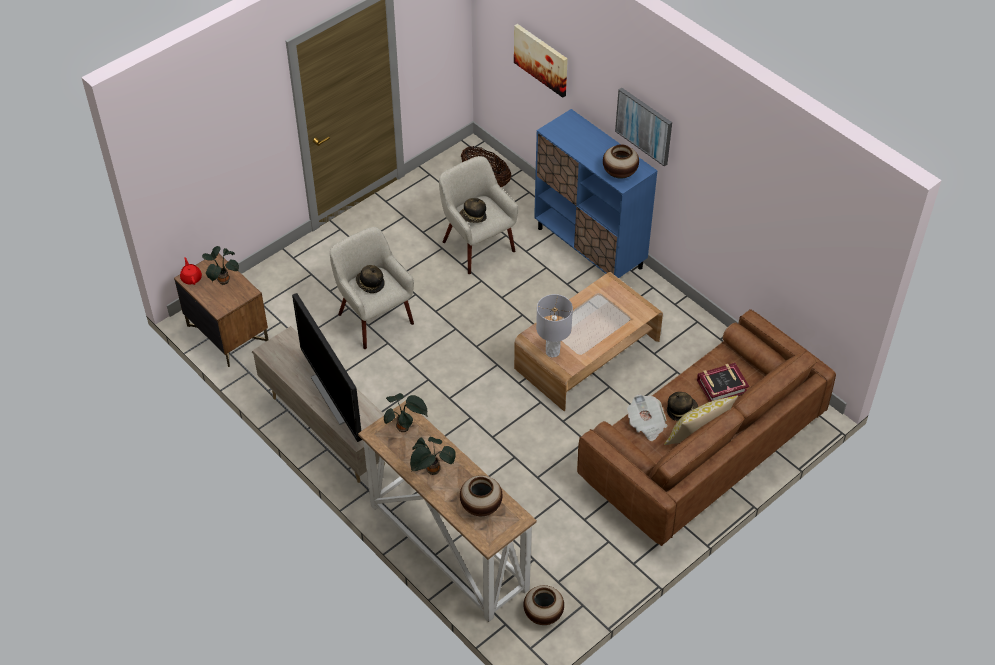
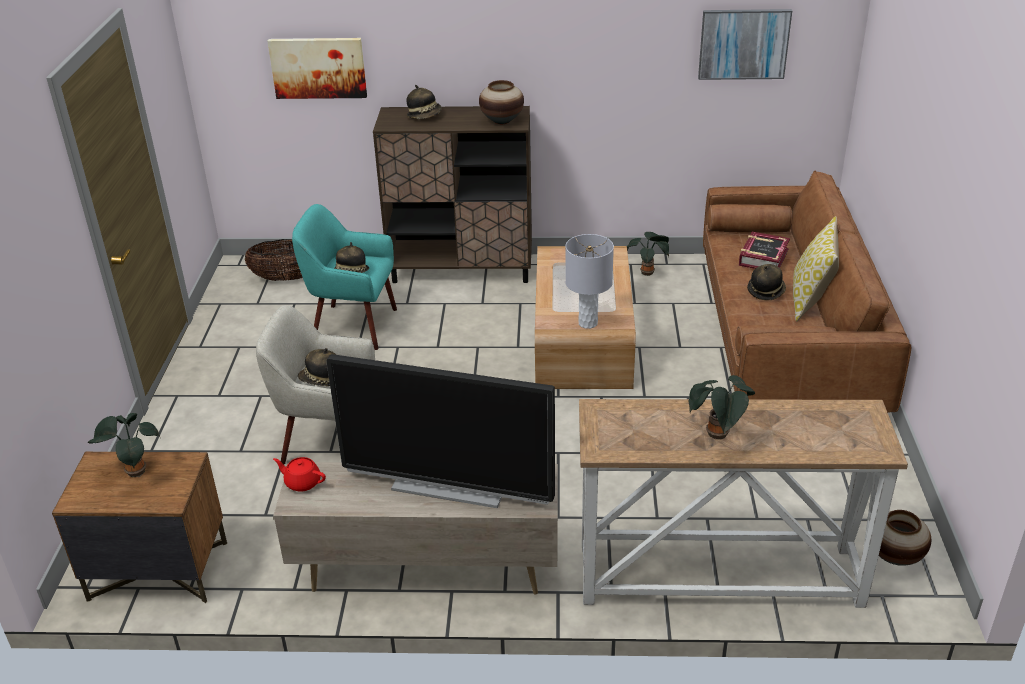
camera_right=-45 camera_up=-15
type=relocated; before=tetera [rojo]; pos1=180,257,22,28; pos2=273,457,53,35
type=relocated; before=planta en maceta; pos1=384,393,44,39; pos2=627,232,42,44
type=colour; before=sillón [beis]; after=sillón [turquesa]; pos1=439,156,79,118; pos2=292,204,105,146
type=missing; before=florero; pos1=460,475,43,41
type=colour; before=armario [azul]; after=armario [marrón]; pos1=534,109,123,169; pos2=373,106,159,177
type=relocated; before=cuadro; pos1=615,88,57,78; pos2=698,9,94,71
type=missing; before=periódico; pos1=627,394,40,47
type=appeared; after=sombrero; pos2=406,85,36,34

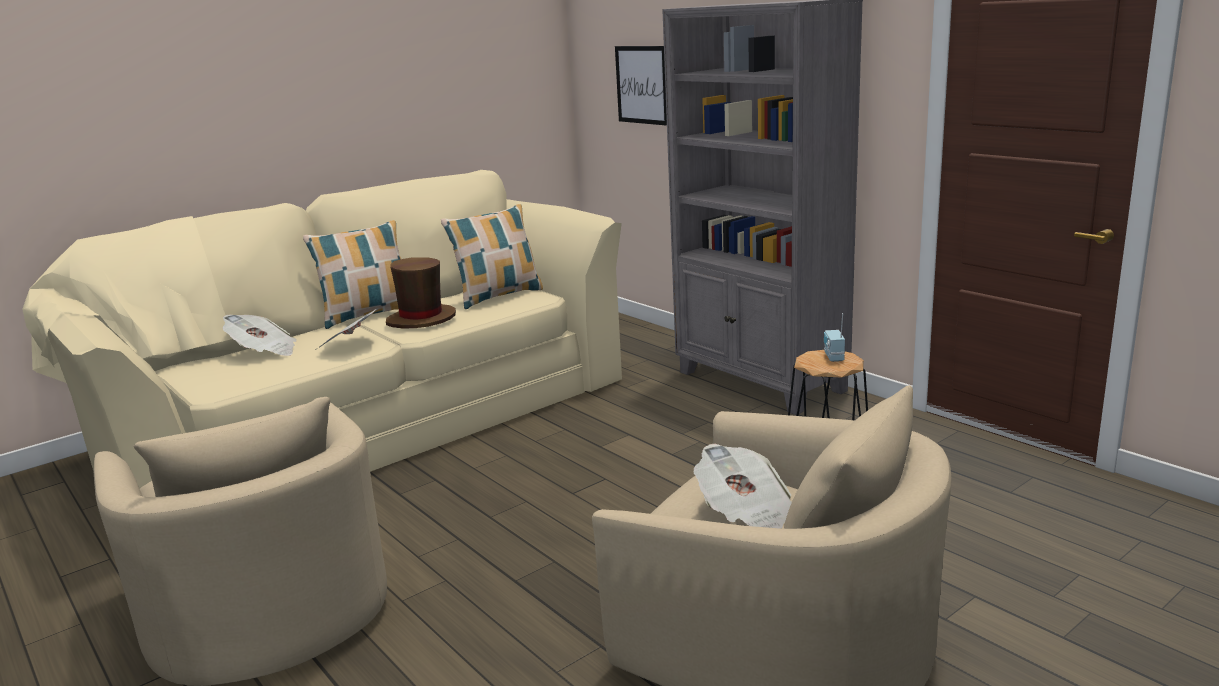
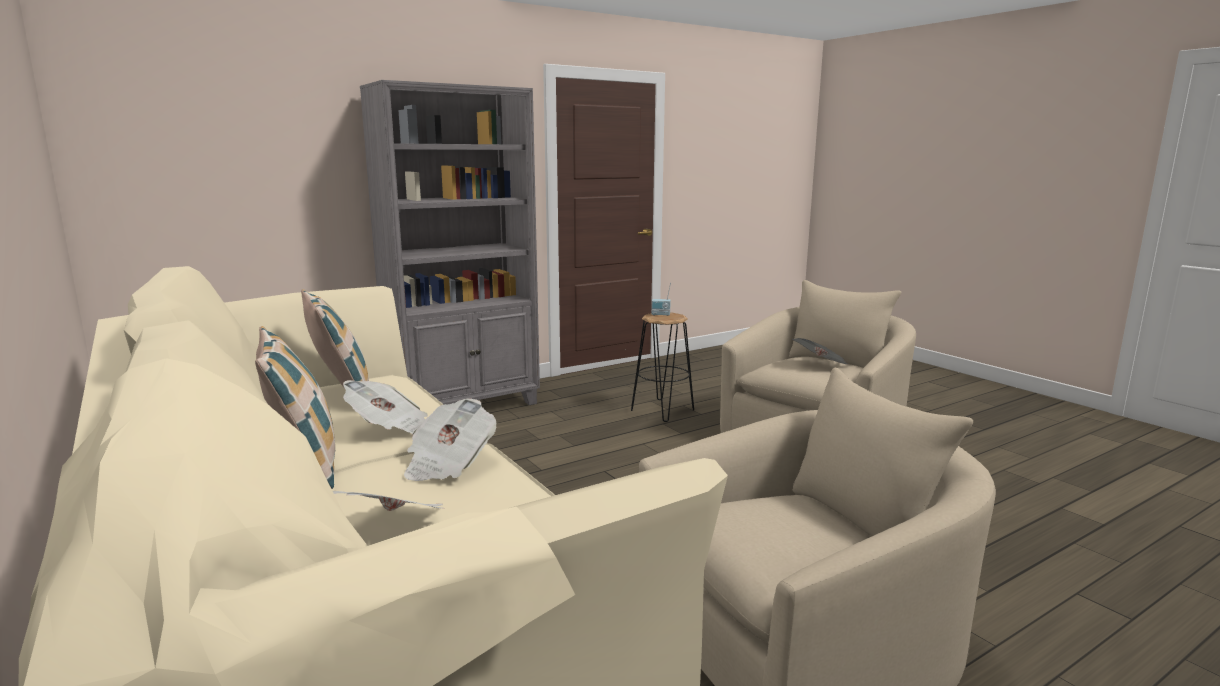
camera_right=-85 camera_up=-5
type=exchanged; before=sombrero [marrón]; after=periódico; pos1=386,257,70,71; pos2=343,380,84,54
type=missing; before=cuadro; pos1=615,46,52,80

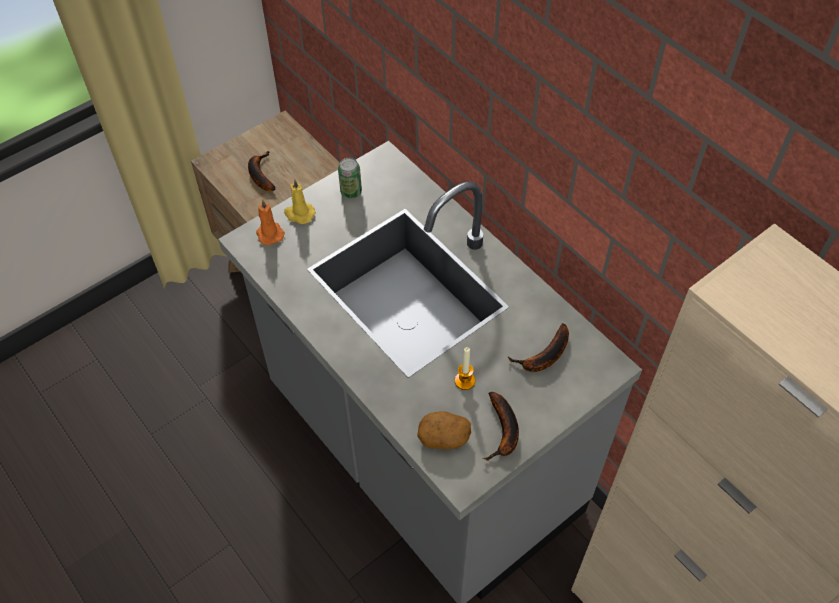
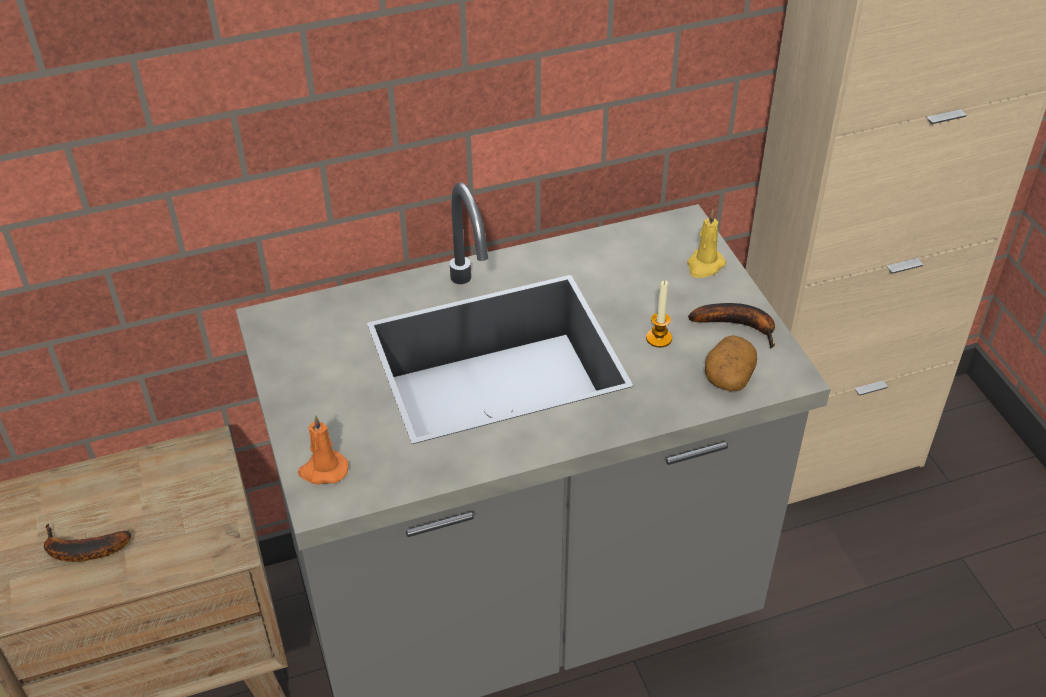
camera_right=-70 camera_up=-10
type=relocated; before=vela [amarillo]; pos1=284,179,32,45; pos2=687,210,39,68
type=missing; before=lata; pos1=338,158,24,41
type=missing; before=plátano; pos1=507,323,62,49

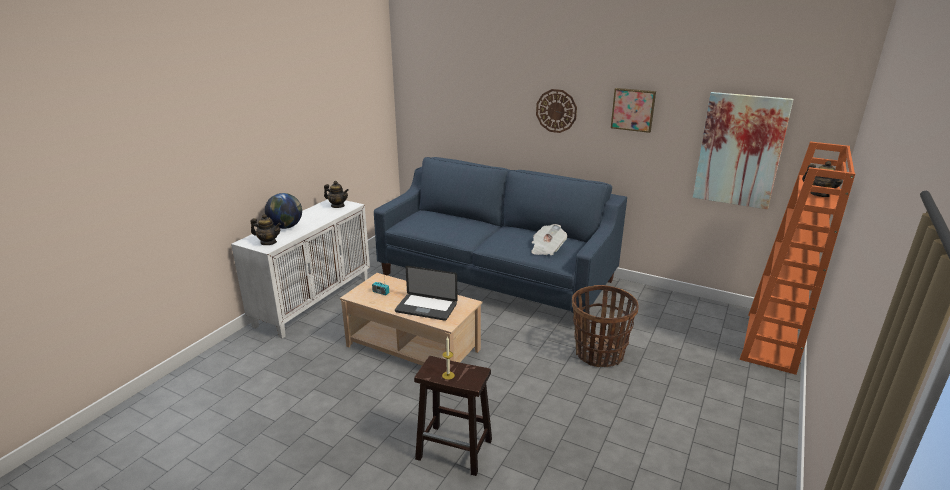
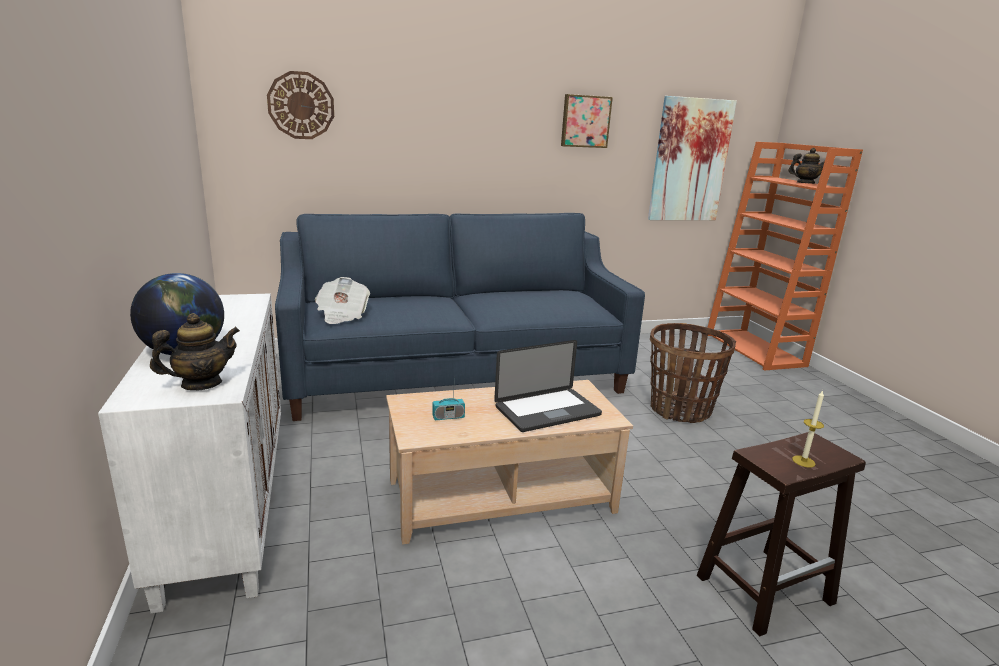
camera_right=-45 camera_up=-5
type=missing; before=tetera; pos1=324,181,25,27
type=relocated; before=periódico; pos1=531,224,36,31; pos2=315,277,55,47
type=relocated; before=reloj de pared; pos1=536,89,41,44; pos2=267,71,67,68

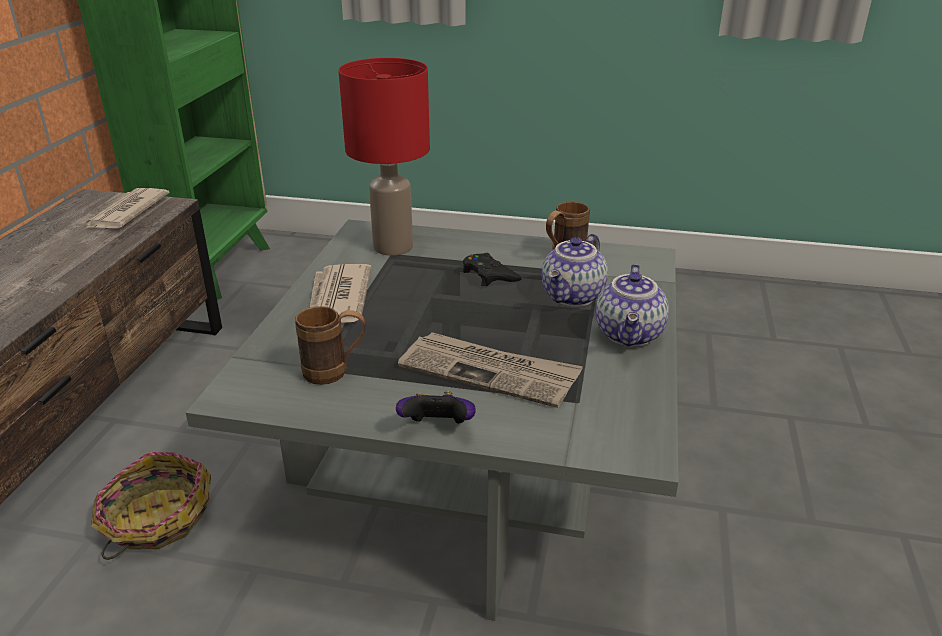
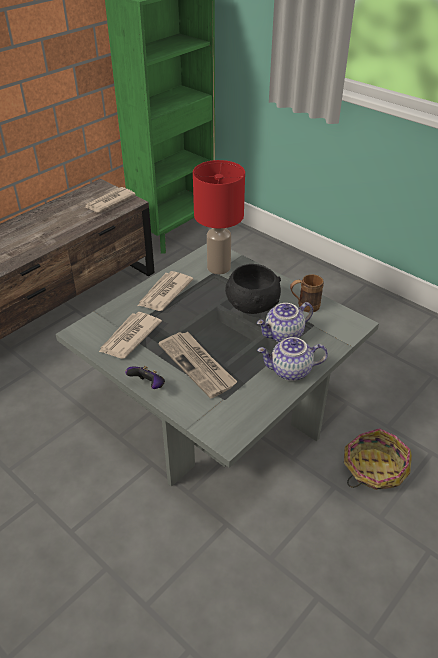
camera_right=30 camera_up=10
type=relocated; before=cesta; pos1=91,452,120,108; pos2=344,428,68,62
type=exchanged; before=taza grande [marrón]; after=periódico; pos1=295,306,71,79; pos2=99,312,63,47
type=exchanged; before=mando de consola [negro]; after=cuenco [negro]; pos1=463,253,59,33; pos2=225,264,56,50
type=spun; before=tetera; pos1=596,264,73,83; pos2=257,337,71,44; turn=45

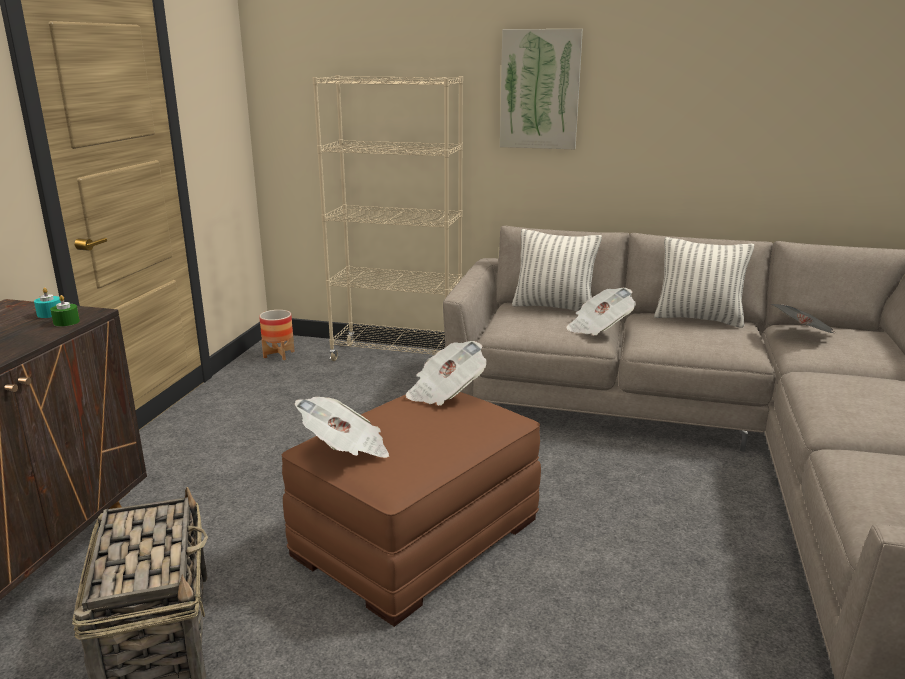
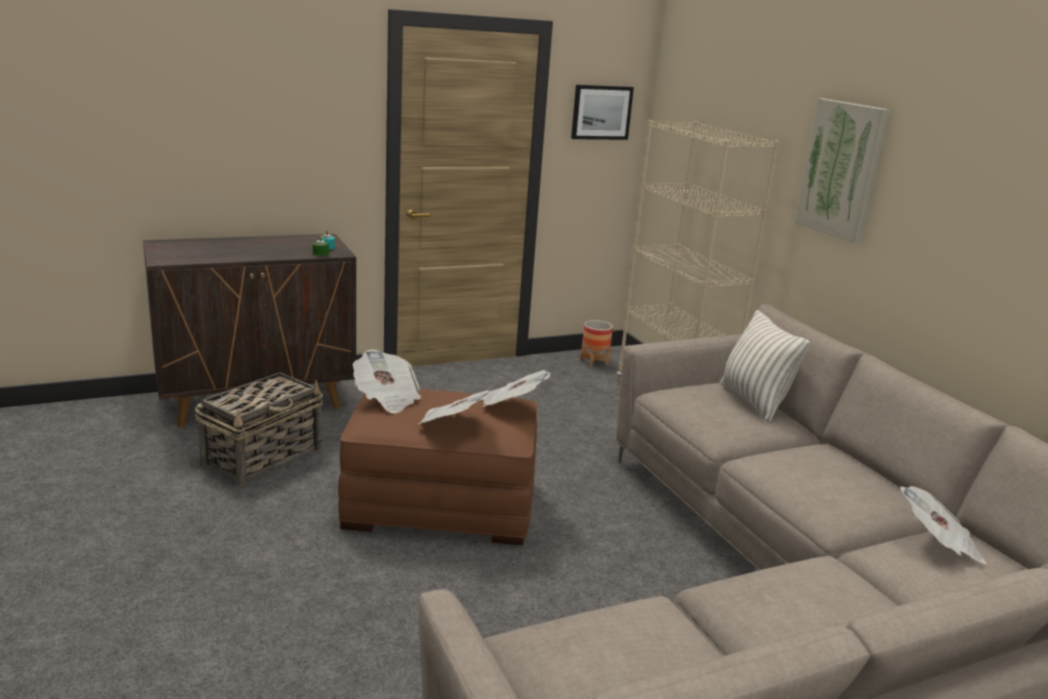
camera_right=50 camera_up=0
type=relocated; before=periódico; pos1=566,288,70,47; pos2=418,389,72,35
type=missing; before=cojín; pos1=654,237,100,91
type=appeared; after=cuadro; pos2=571,85,63,55

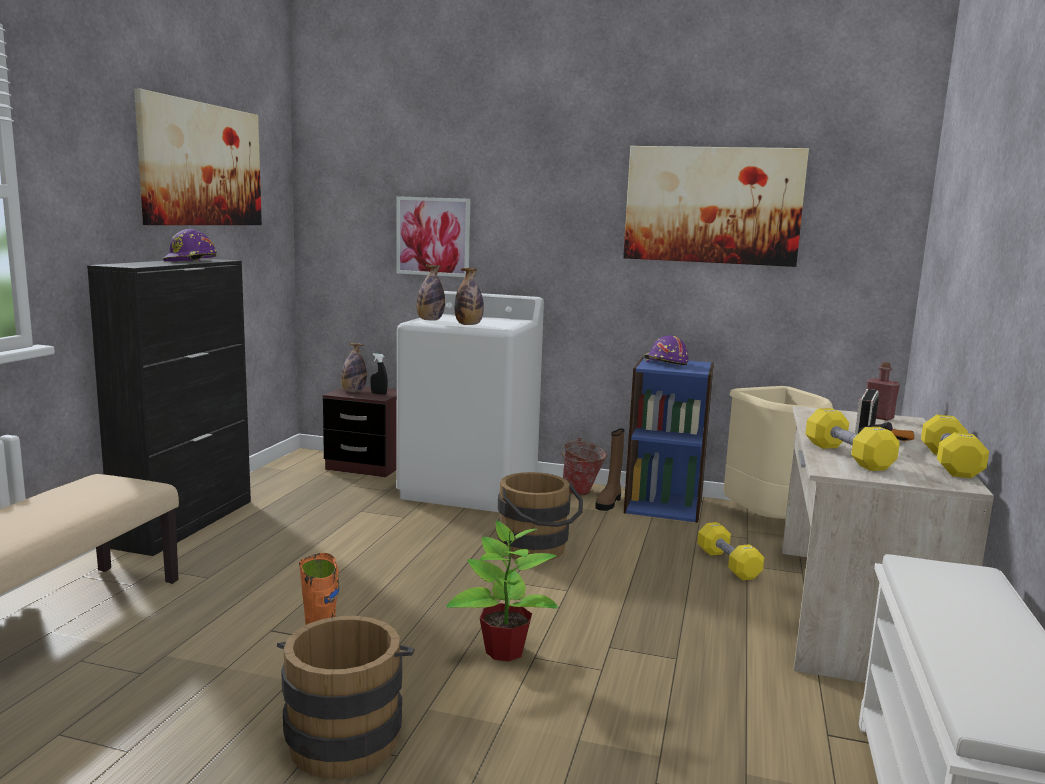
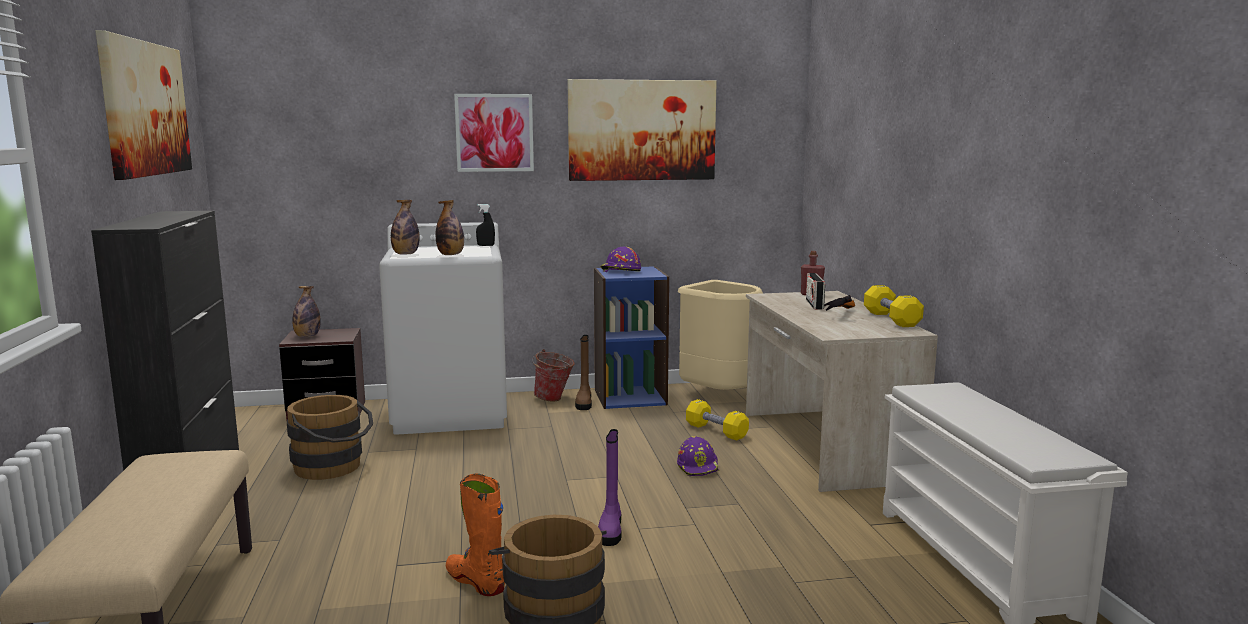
camera_right=-25 camera_up=0
type=relocated; before=casco [morado]; pos1=163,229,54,33; pos2=677,436,43,40
type=relocated; before=pulverizador [negro]; pos1=371,353,17,42; pos2=476,204,19,42
type=relocated; before=cuadro; pos1=396,196,74,81; pos2=454,94,80,78
type=exchanged; before=planta en maceta; after=bota [morado]; pos1=446,521,112,140; pos2=598,429,24,117
type=relocated; before=cubo [marrón]; pos1=497,472,86,89; pos2=287,395,86,85
type=missing; before=mancuerna [amarillo]; pos1=806,408,94,63

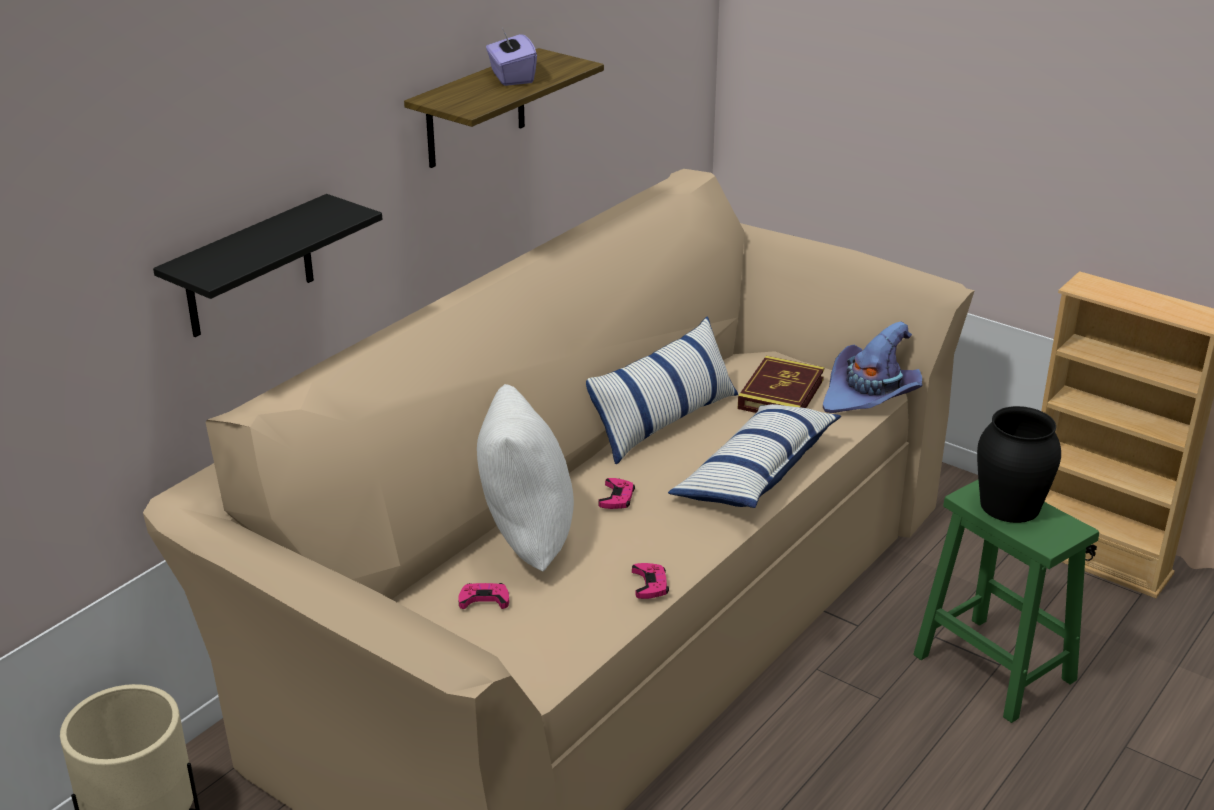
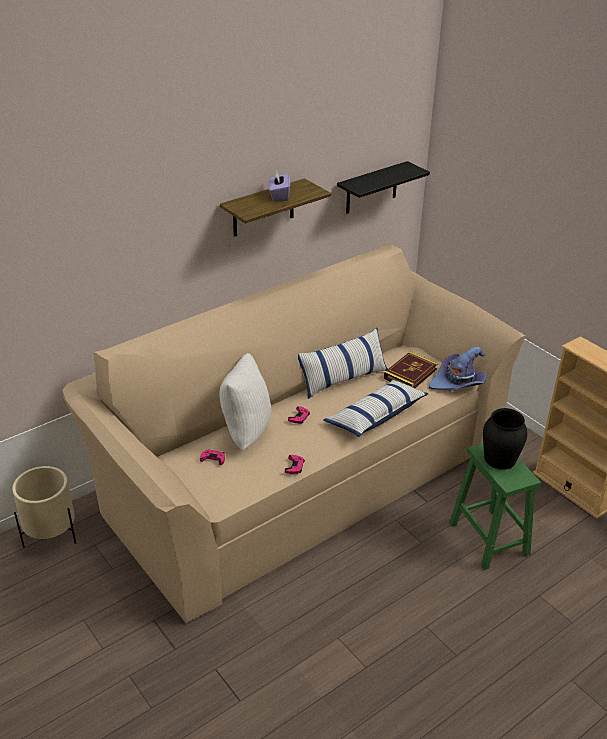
camera_right=15 camera_up=5
type=relocated; before=estante [negro]; pos1=153,194,229,143; pos2=337,161,93,53

